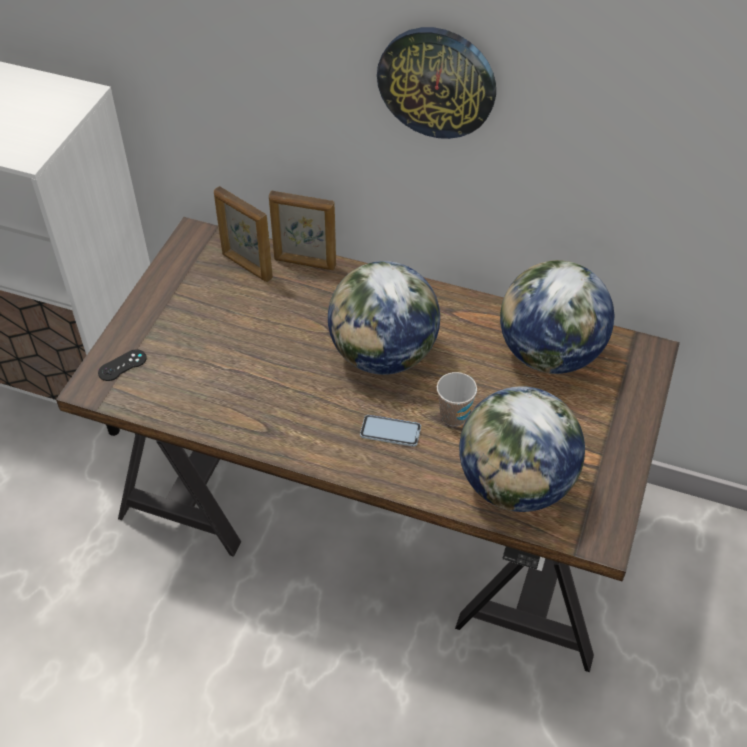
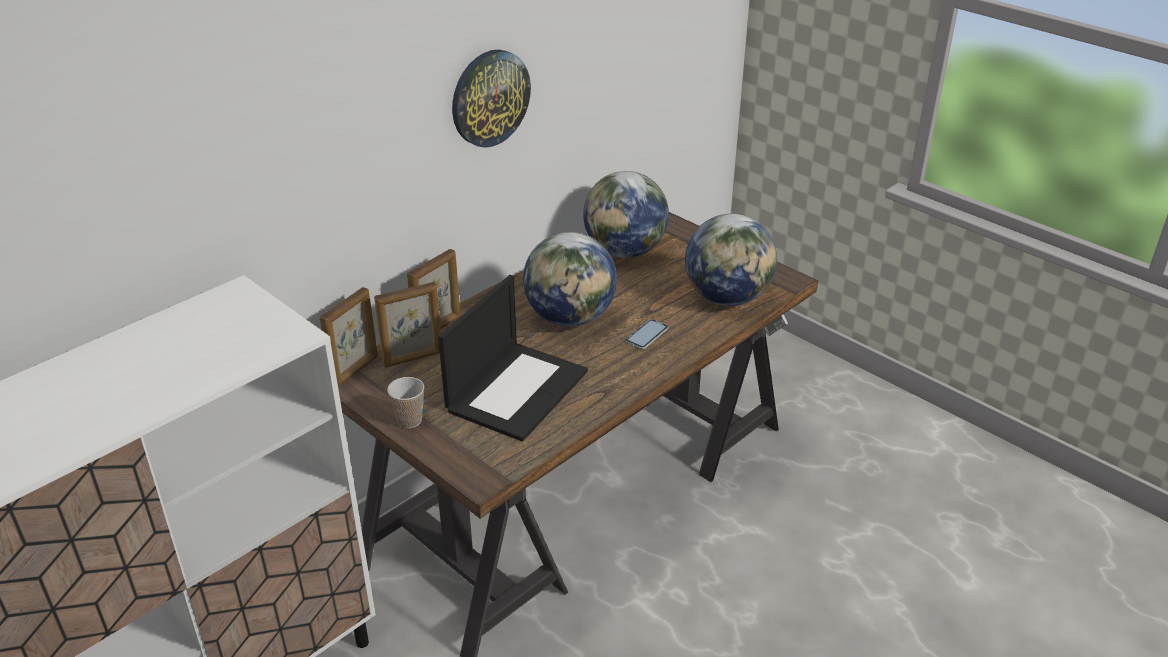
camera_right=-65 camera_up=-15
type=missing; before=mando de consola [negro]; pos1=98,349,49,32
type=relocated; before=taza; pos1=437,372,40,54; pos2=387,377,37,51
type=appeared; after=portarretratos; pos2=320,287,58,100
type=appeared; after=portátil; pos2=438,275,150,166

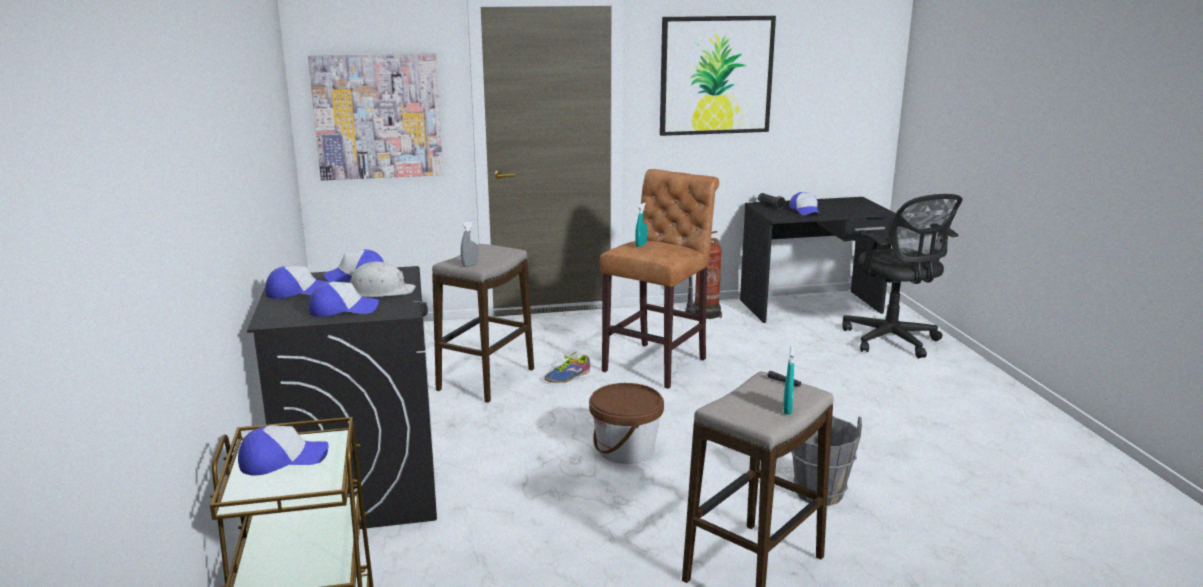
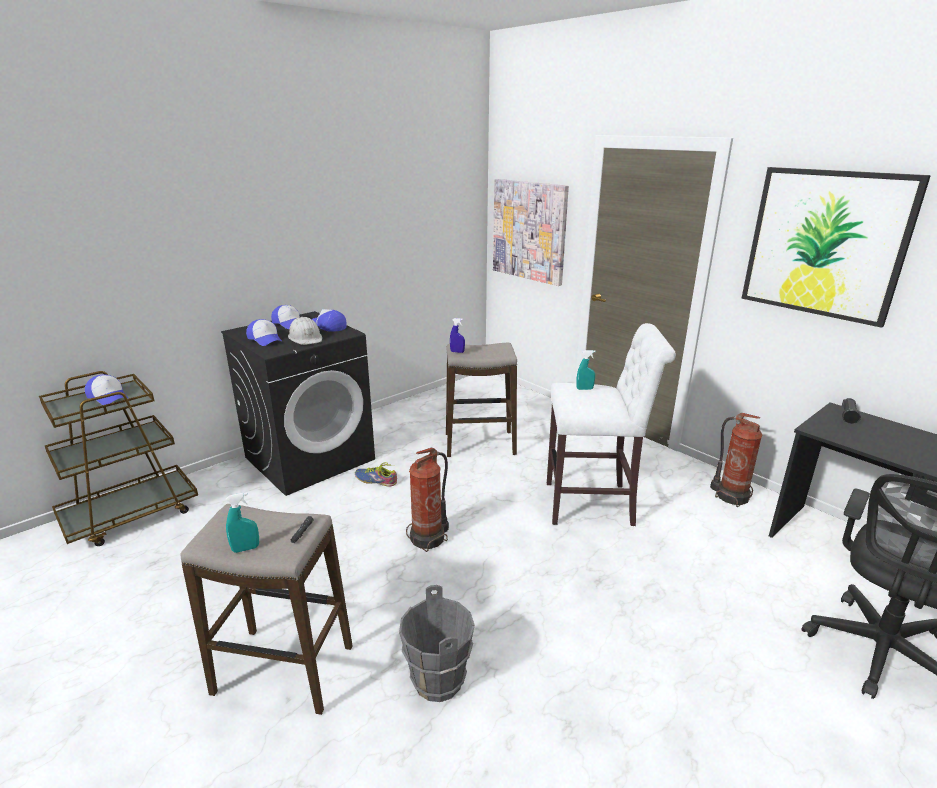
camera_right=60 camera_up=5
type=colour; before=pulverizador [gris]; after=pulverizador [azul]; pos1=461,220,17,47; pos2=450,318,15,35
type=relocated; before=zapato; pos1=545,351,45,32; pos2=355,462,42,25
type=exchanged; before=cubo [marrón]; after=extintor; pos1=589,383,75,81; pos2=406,448,43,104
type=colour; before=taburete [marrón]; after=taburete [blanco]; pos1=600,169,119,220; pos2=547,323,129,203
type=missing; before=gorra; pos1=790,192,30,23

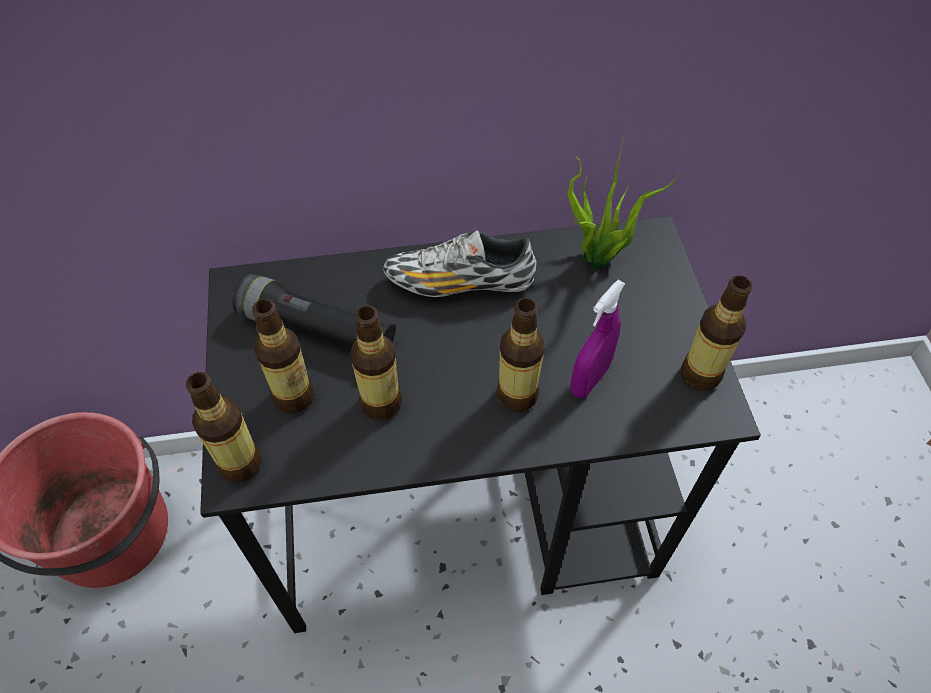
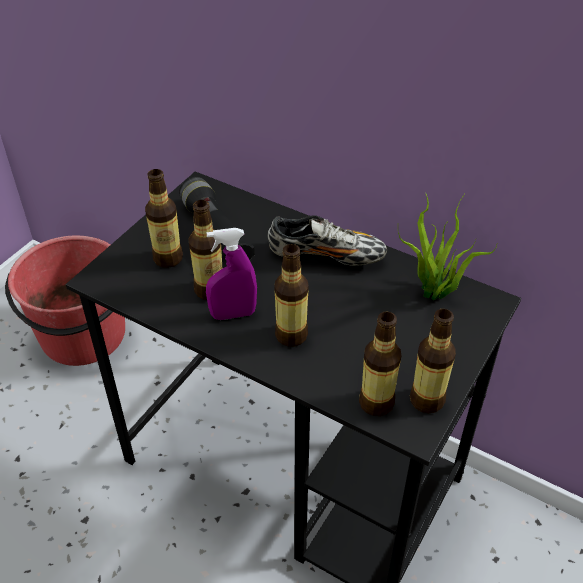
camera_right=40 camera_up=-10
type=relocated; before=botella; pos1=186,372,76,111; pos2=359,312,43,104
type=spun; before=zapato; pos1=383,230,154,67; pos2=268,215,119,51; turn=150
type=relocated; before=pulverizador [morado]; pos1=570,280,55,118; pos2=206,228,51,92

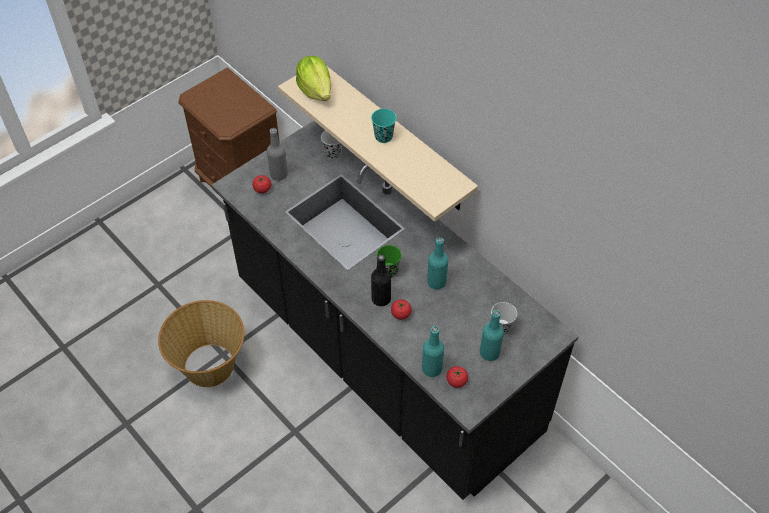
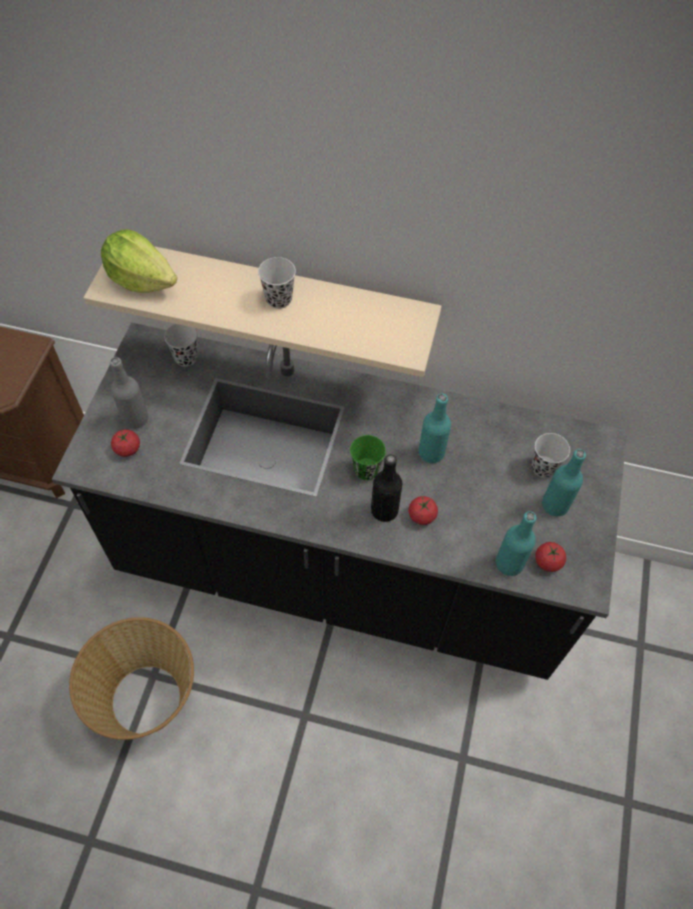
camera_right=-35 camera_up=5
type=colour; before=taza [turquesa]; after=taza [negro]; pos1=371,109,25,34; pos2=258,257,38,52

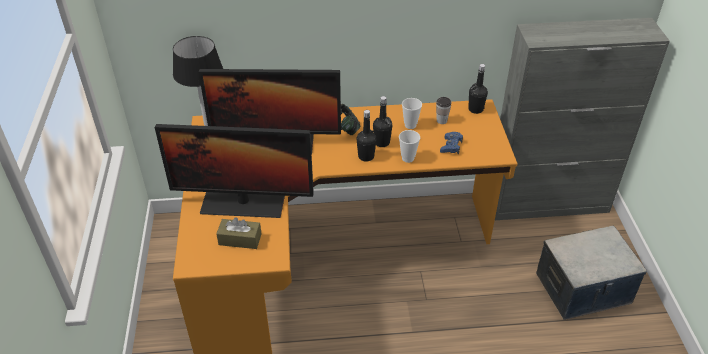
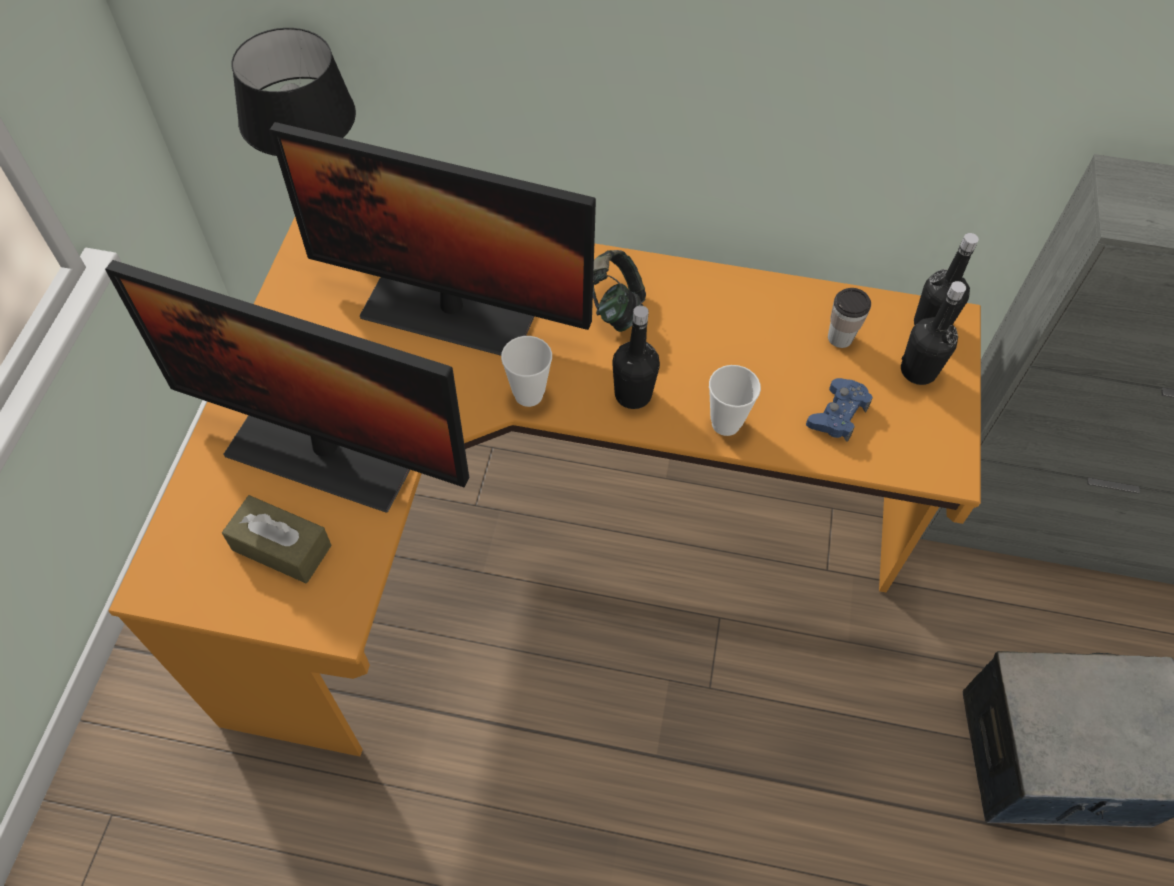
camera_right=15 camera_up=15
type=relocated; before=botella [negro]; pos1=373,96,19,51; pos2=901,281,65,104
type=relocated; before=taza; pos1=402,98,20,31; pos2=501,336,51,71

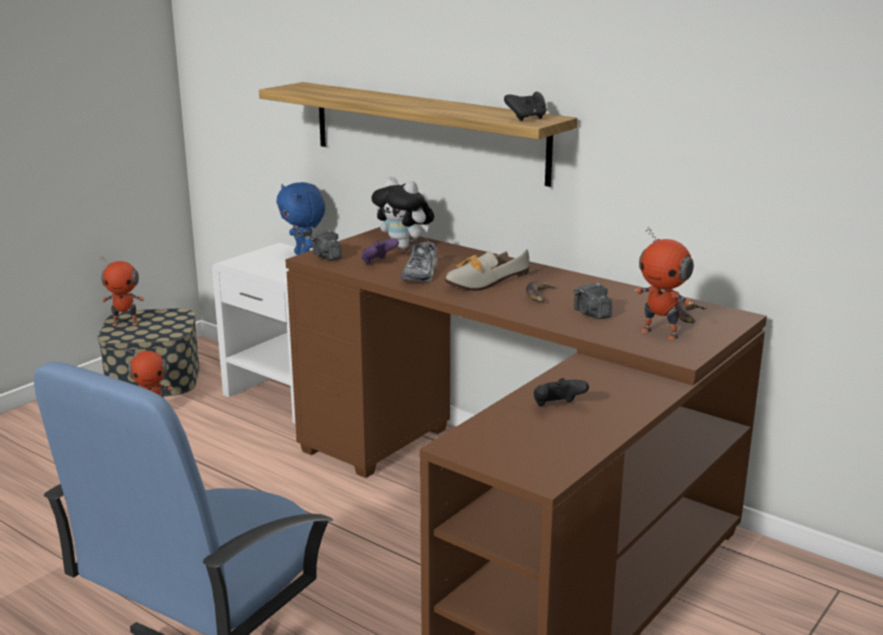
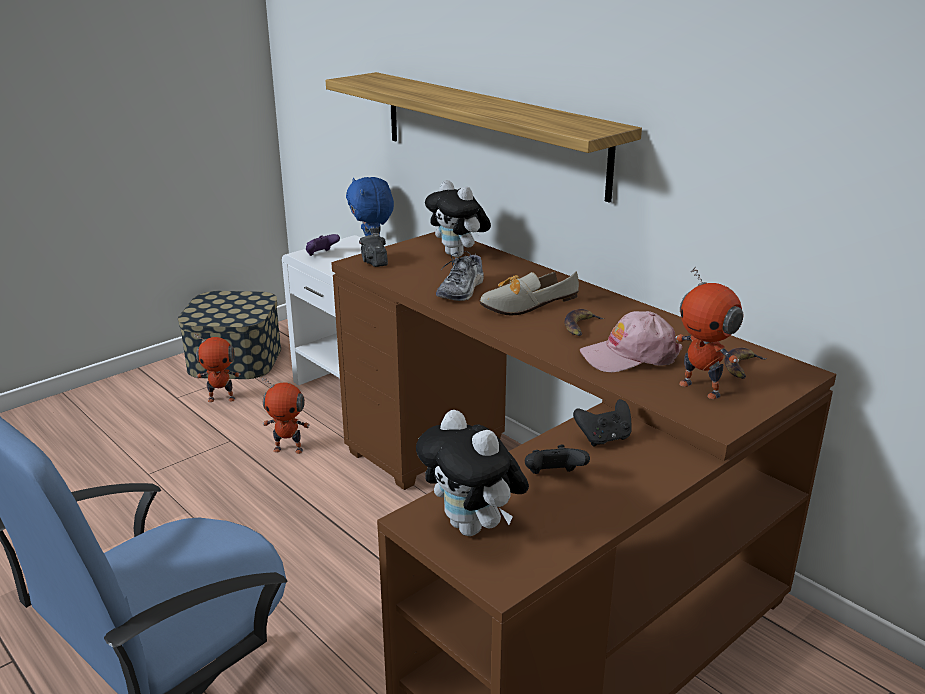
camera_right=10 camera_up=5
type=relocated; before=robot de juguete; pos1=100,256,44,70; pos2=262,377,48,77
type=relocated; before=mando de consola [morado]; pos1=361,238,38,26; pos2=306,234,34,22
type=relocated; before=mando de consola [negro]; pos1=504,92,42,29; pos2=573,399,58,47
type=exchanged; before=cámara; after=gorra [rosa]; pos1=573,282,39,37; pos2=579,311,104,62
type=appeared; after=peluche; pos2=416,410,113,126

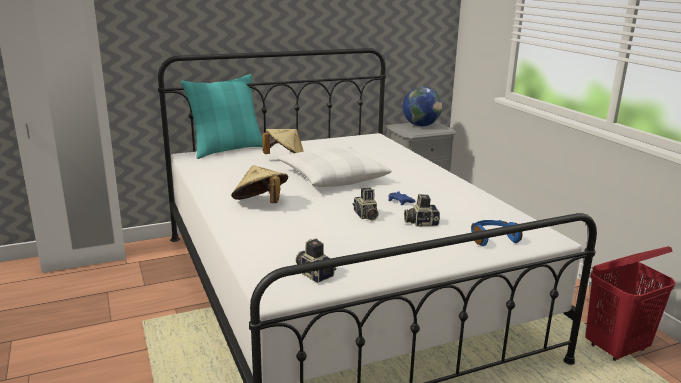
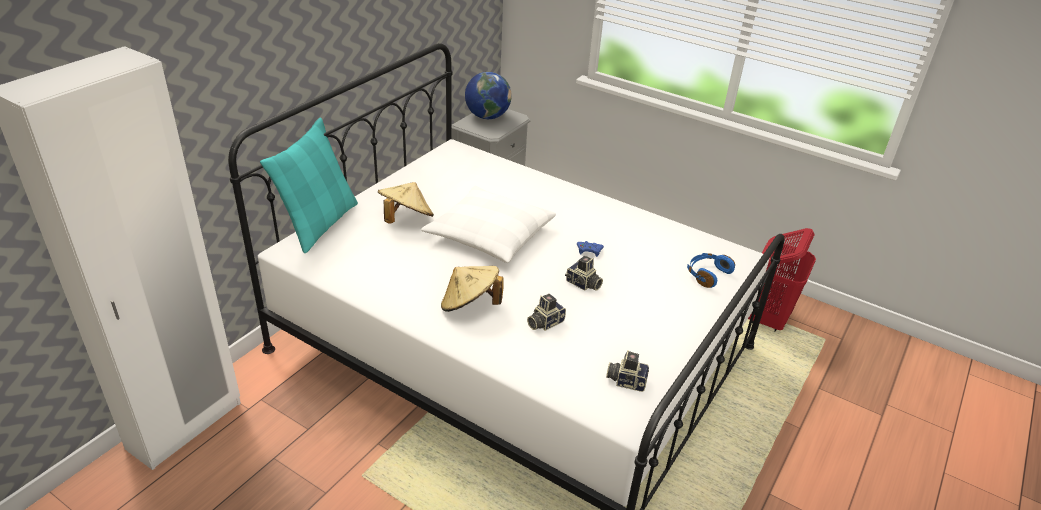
camera_right=-35 camera_up=15
type=relocated; before=cámara; pos1=404,193,36,34; pos2=527,294,39,37

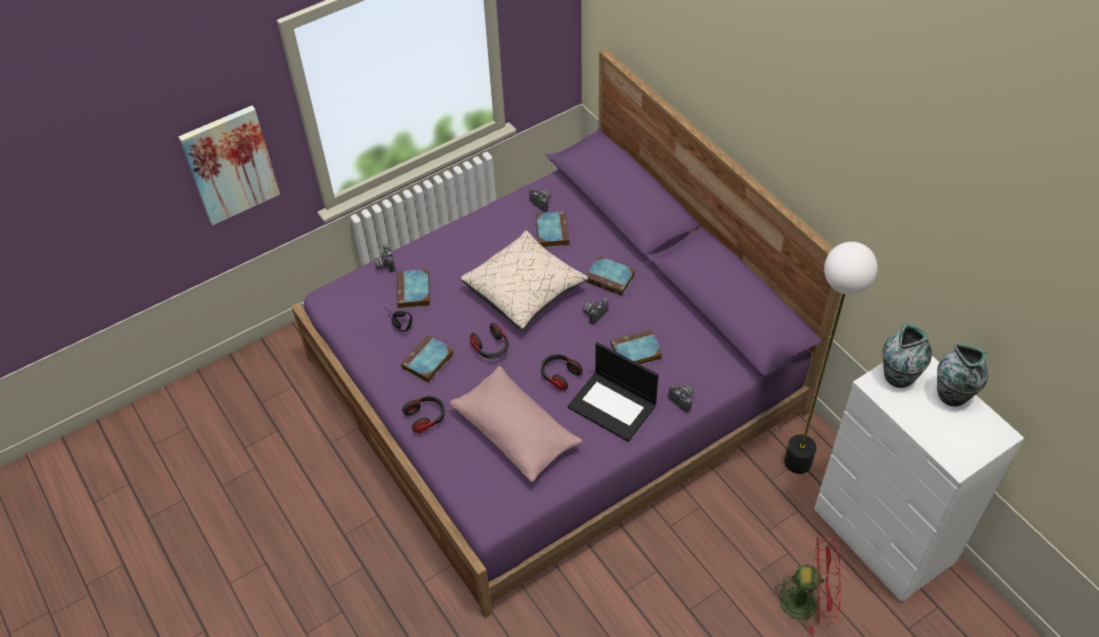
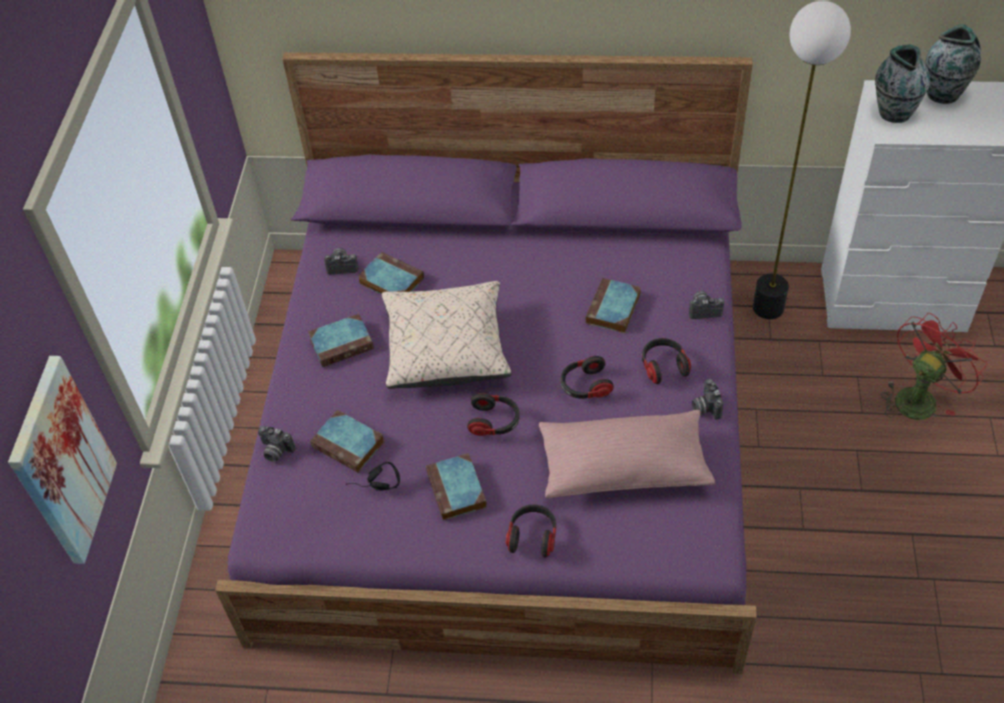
camera_right=-50 camera_up=0
type=exchanged; before=portátil; after=auriculares; pos1=568,342,91,100; pos2=642,338,49,46
type=relocated; before=cámara; pos1=583,298,25,27; pos2=692,379,31,41
type=relocated; before=libro; pos1=585,256,51,40; pos2=308,314,66,53

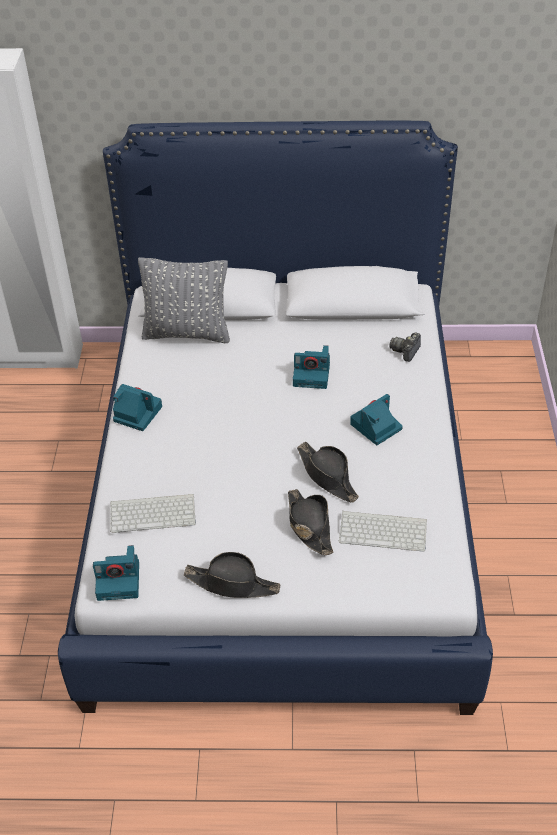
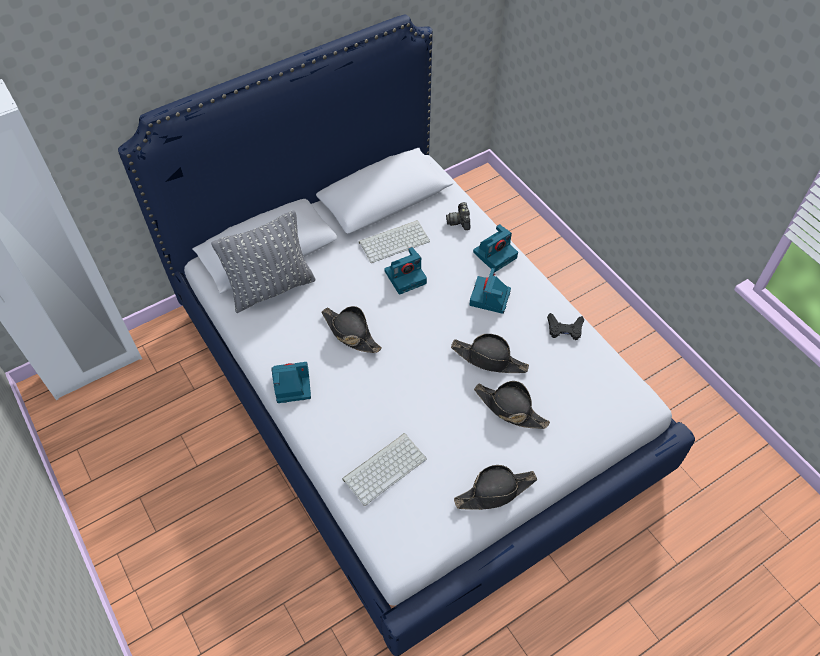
camera_right=-35 camera_up=10
type=relocated; before=cámara; pos1=93,545,46,56; pos2=473,224,45,48
type=relocated; before=teclado; pos1=339,511,88,41; pos2=359,220,71,43
type=appeared; after=sombrero [negro]; pos2=321,306,61,47
type=appeared; after=mando de consola [negro]; pos2=547,313,37,27

